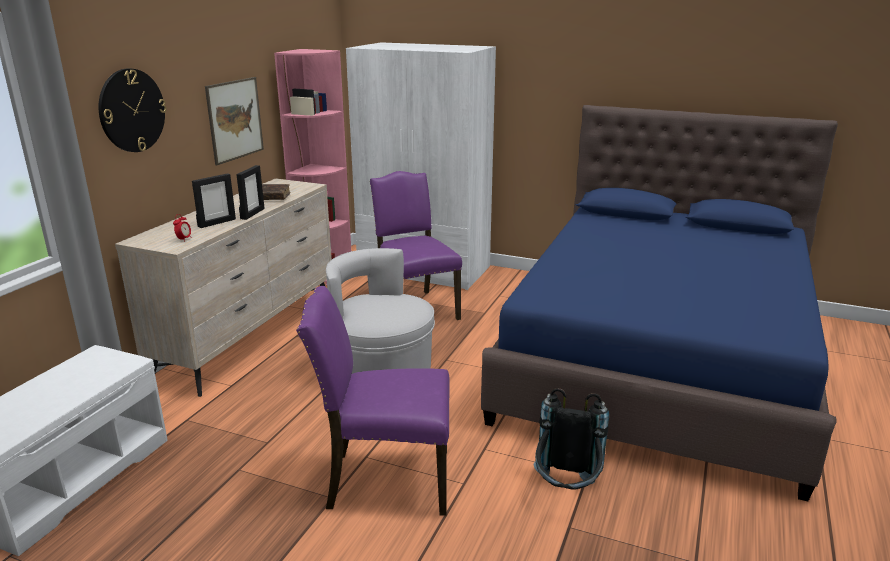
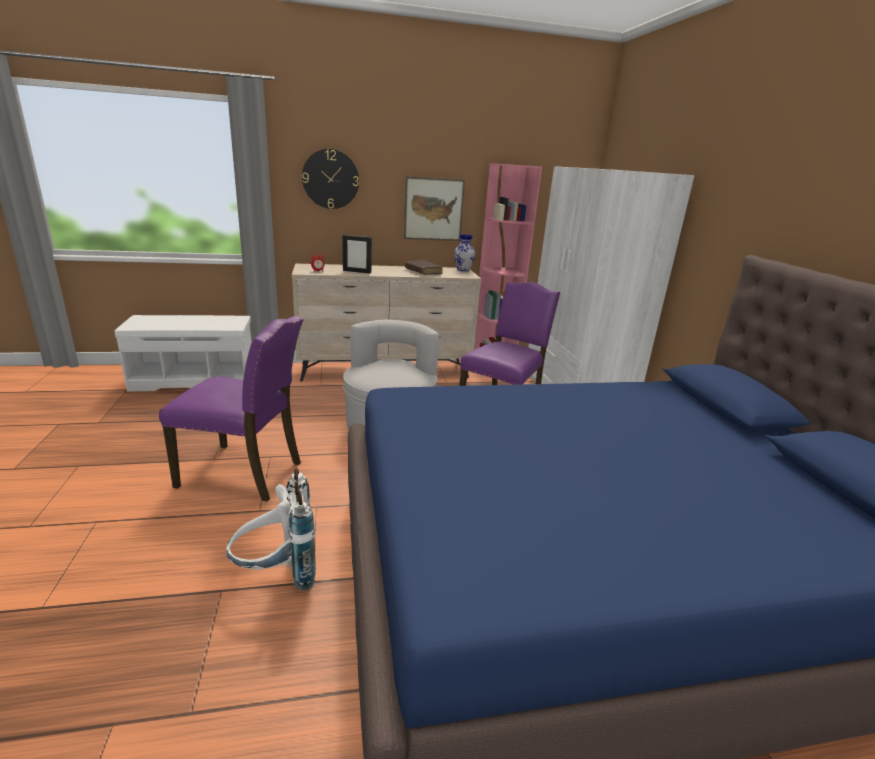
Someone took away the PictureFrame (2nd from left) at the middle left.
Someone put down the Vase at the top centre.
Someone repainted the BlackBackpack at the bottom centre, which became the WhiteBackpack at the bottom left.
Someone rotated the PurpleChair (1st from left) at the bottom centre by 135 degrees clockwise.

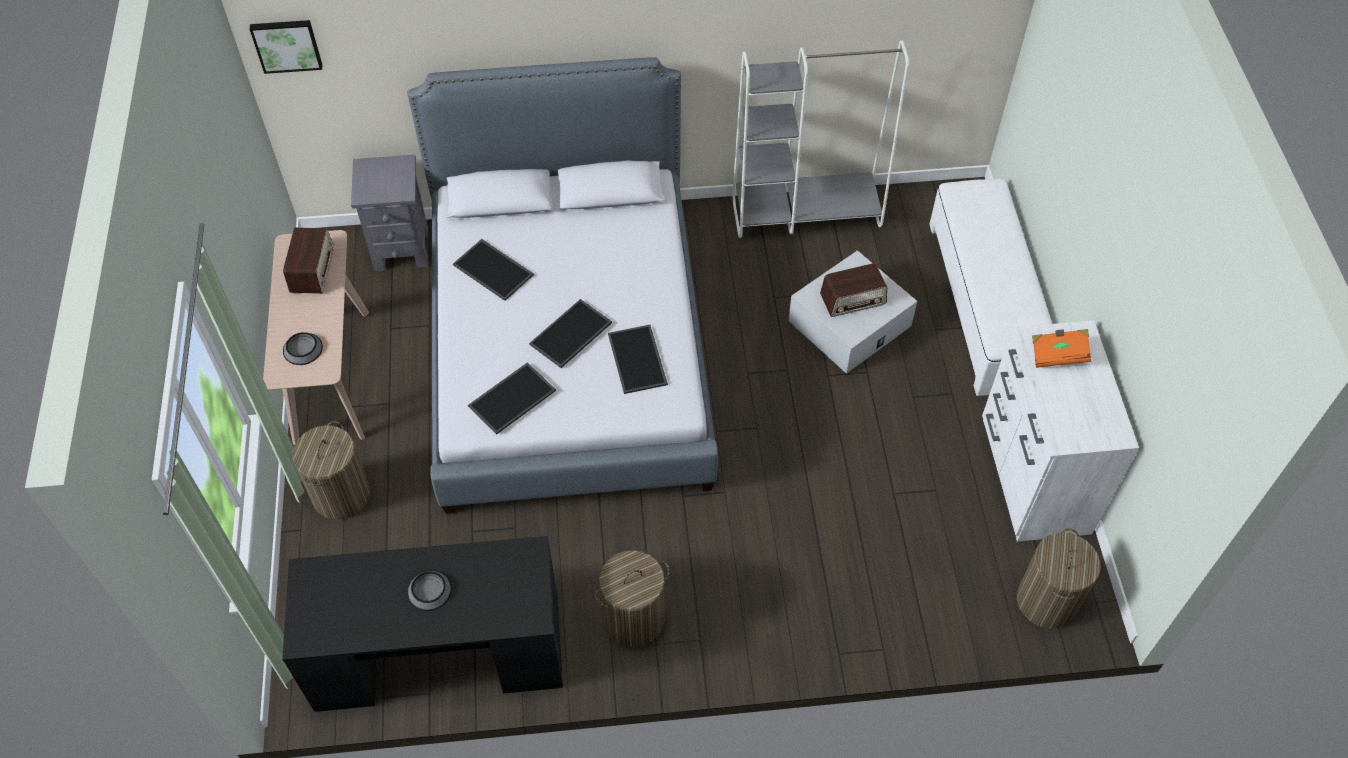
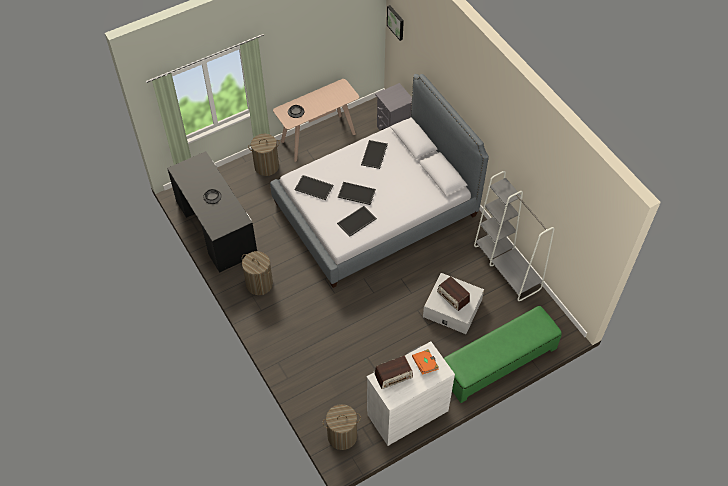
Someone carried the Radio (1st from left) from the middle left to the bottom centre.
Someone repainted the WhiteBench at the middle right, which became the GreenBench at the bottom right.

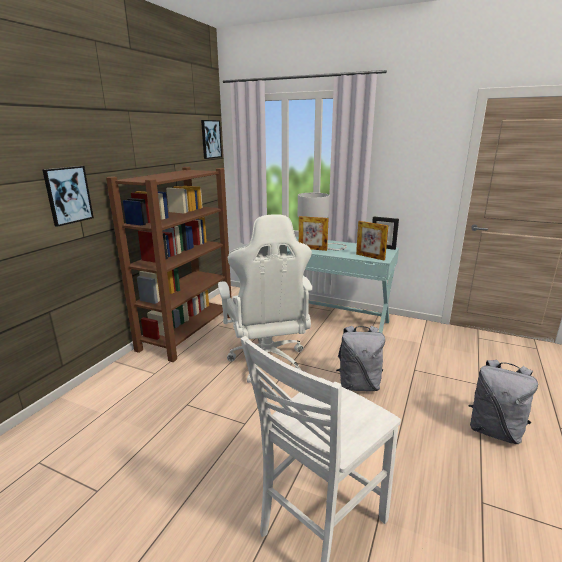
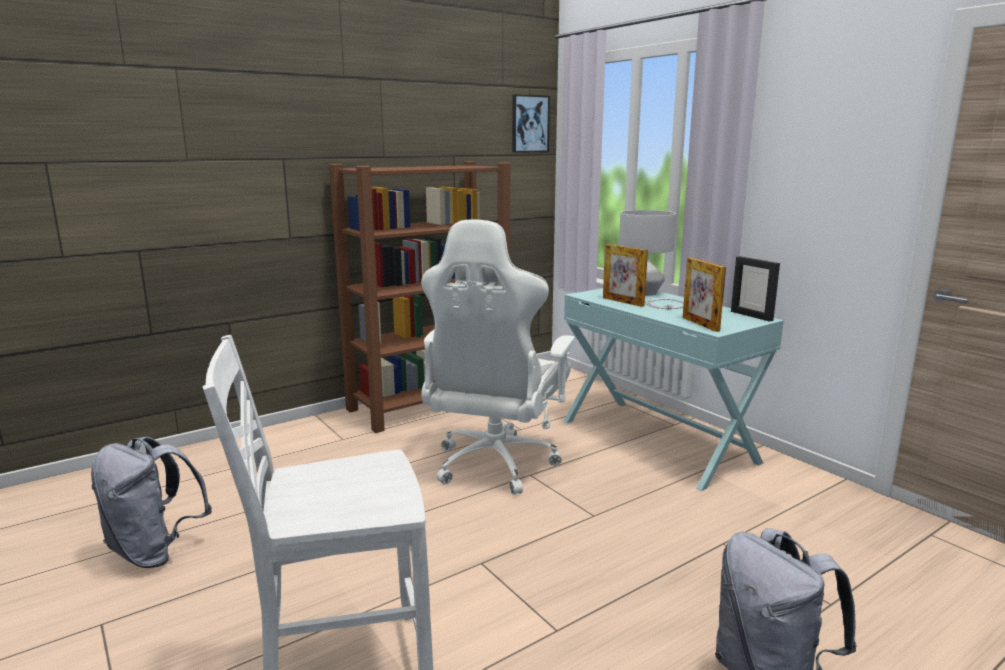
Someone took away the Picture (1st from left) at the middle left.
Someone carried the GreyBackpack (1st from left) from the centre to the bottom left.

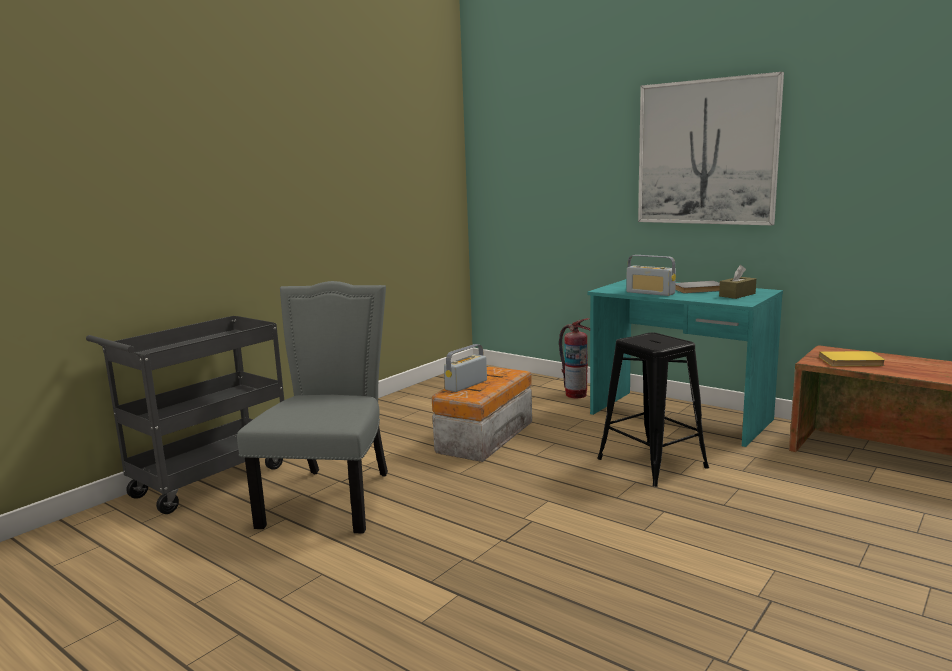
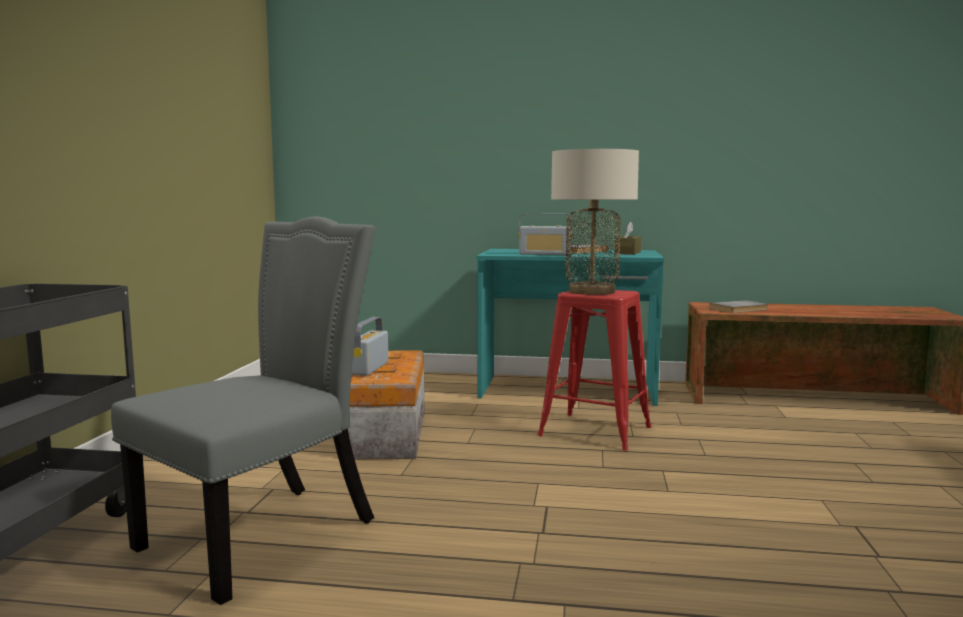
Someone took away the FireExtinguisher at the centre.
Someone took away the Picture at the top right.
Someone put down the TableLamp at the centre.
Someone repainted the BlackStool at the middle right, which became the RedStool at the centre.
Someone repainted the YellowBook at the middle right, which became the GreyBook (2nd from left) at the middle right.
Someone rotated the GreyChair at the middle left by 60 degrees clockwise.

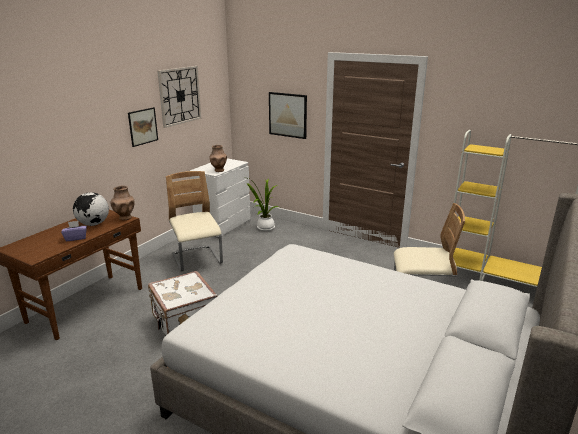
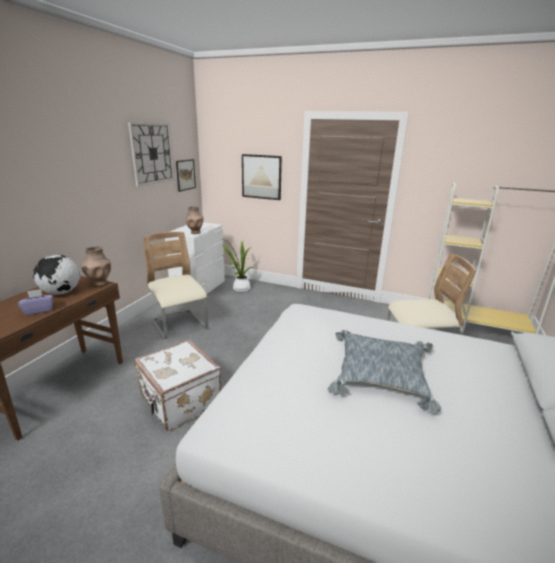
Someone put down the Pillow at the middle right.
Someone carried the Picture (1st from left) from the top left to the top centre.

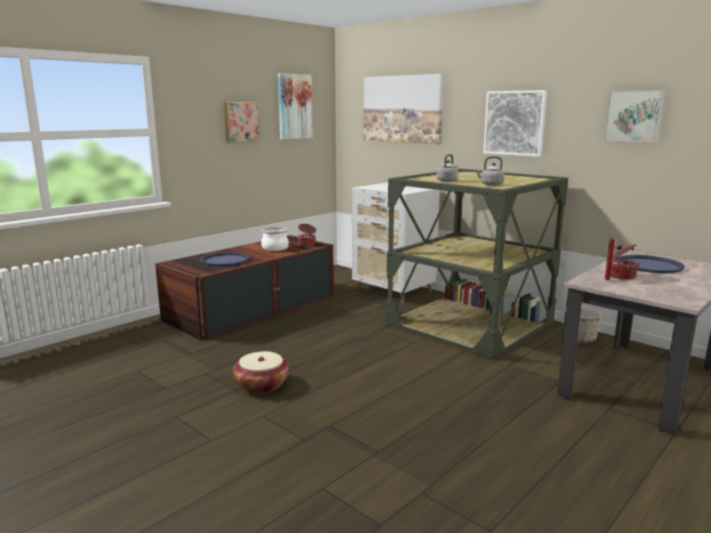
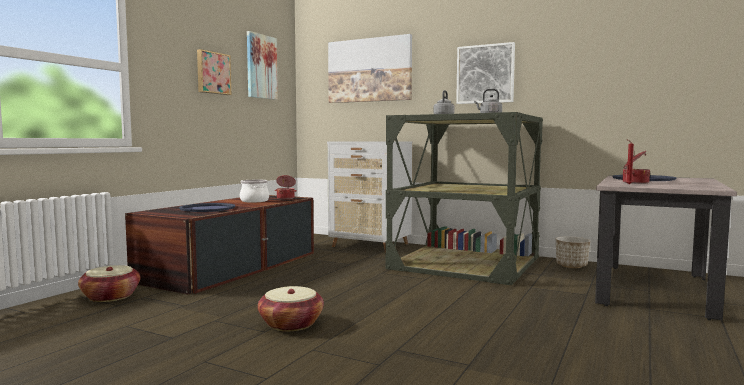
Someone took away the Picture (5th from left) at the top right.
Someone put down the Basket (1st from left) at the bottom left.

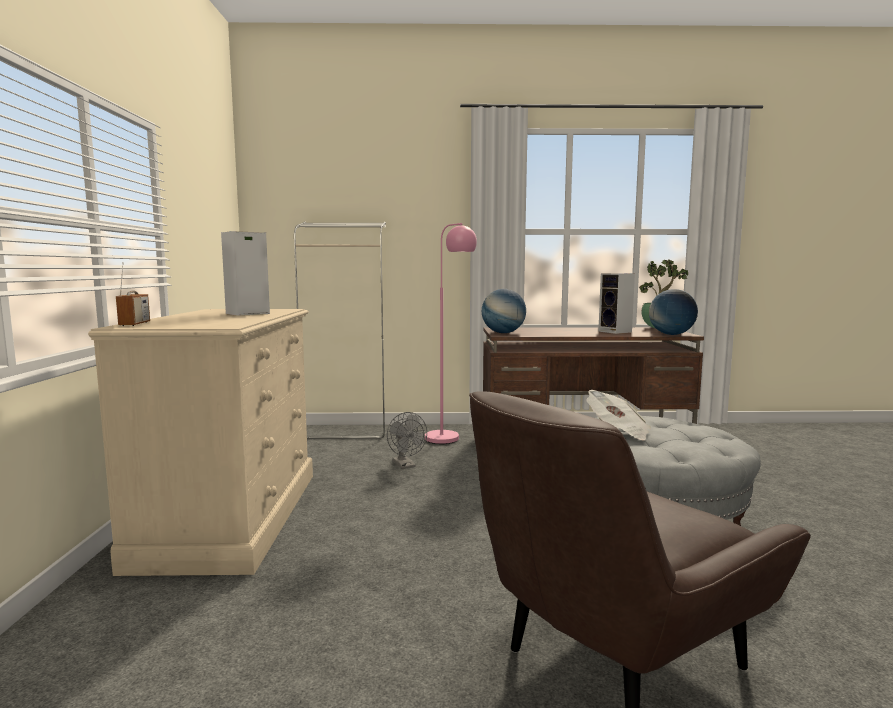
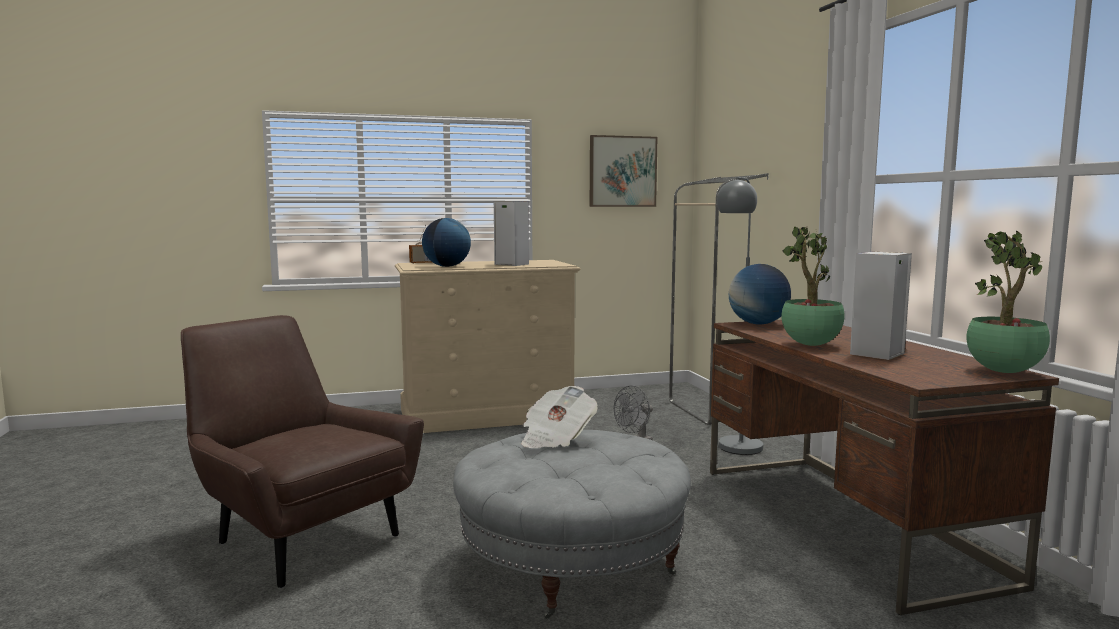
Someone put up the Picture at the top centre.
Someone put down the PottedPlant (1st from left) at the middle right.
Someone carried the Globe (2nd from left in the first image) from the middle right to the centre.
Someone repainted the PinkFloorLamp at the centre, which became the GreyFloorLamp at the centre.

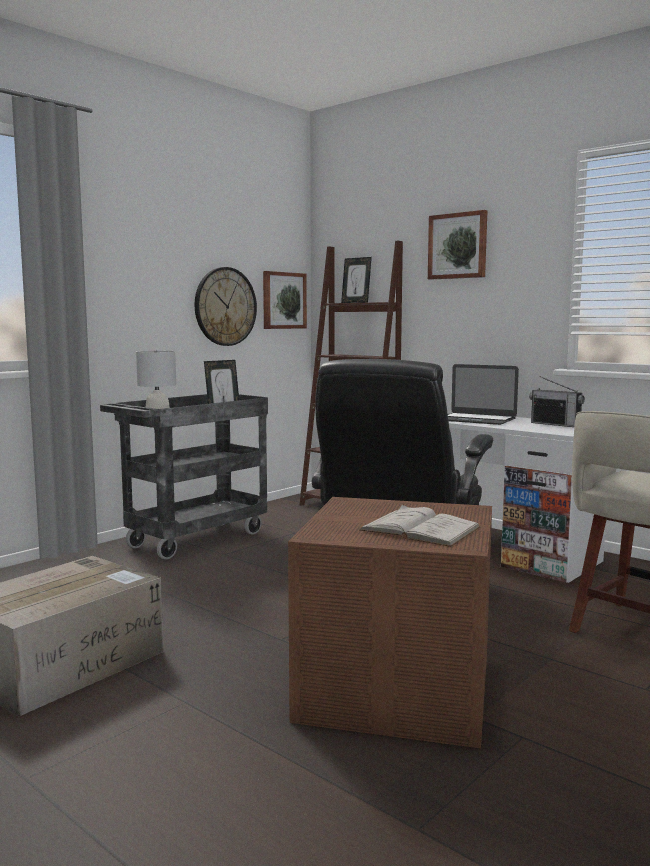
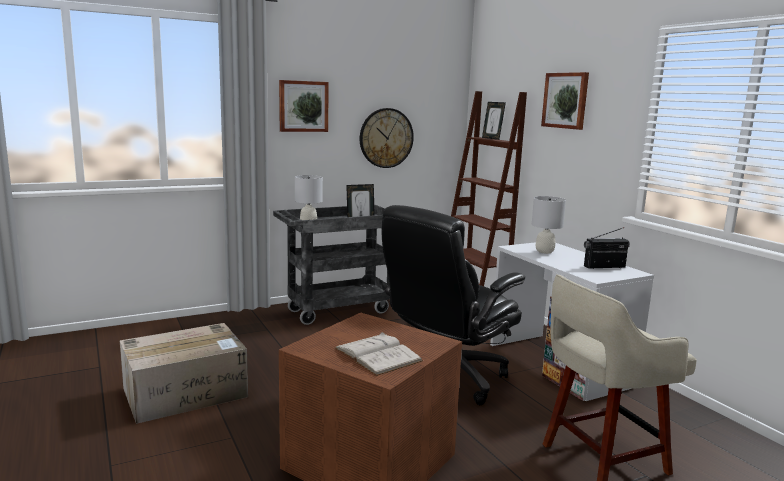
Someone carried the Picture (1st from left) from the centre to the top centre.
Someone swapped the Laptop at the middle right for the GreyTableLamp (2nd from left) at the middle right.
Someone rotated the Radio at the middle right by 105 degrees clockwise.

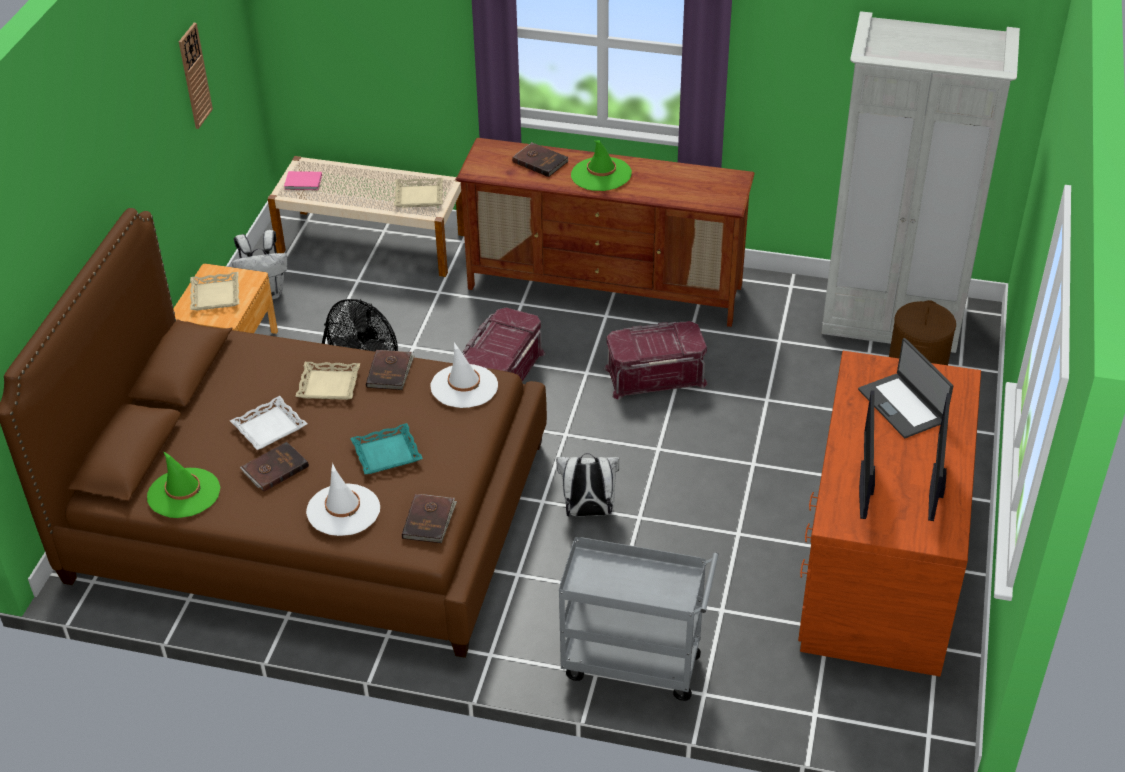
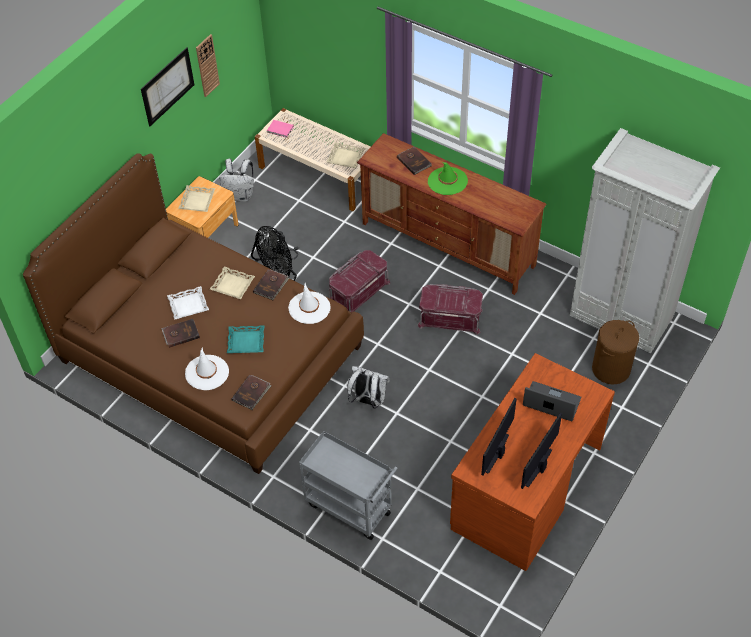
Someone took away the GreenHat (1st from left) at the middle left.
Someone put up the Picture at the top left.
Someone rotated the Laptop at the middle right by 120 degrees clockwise.

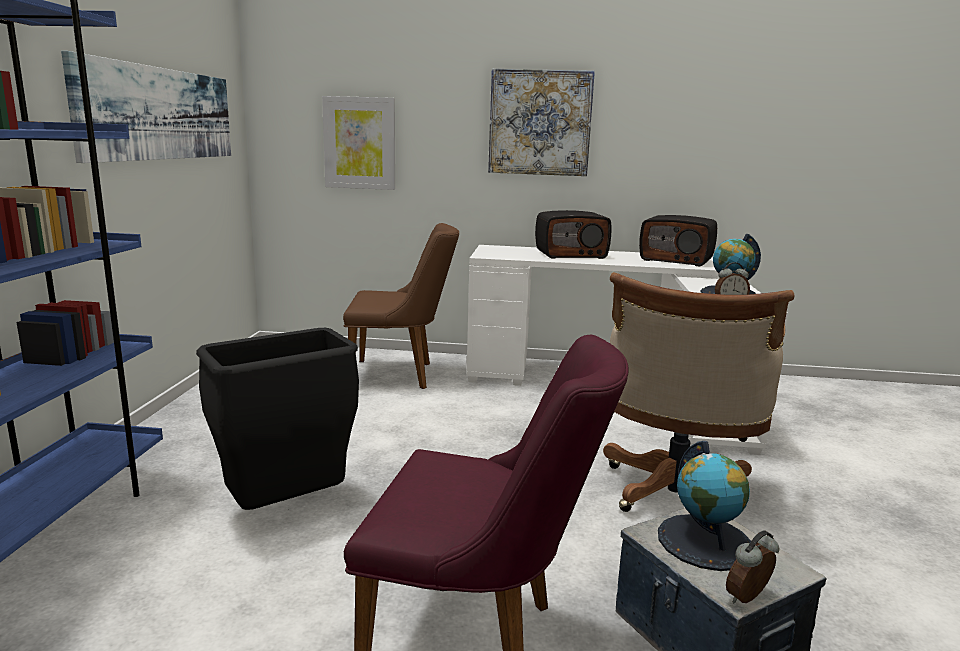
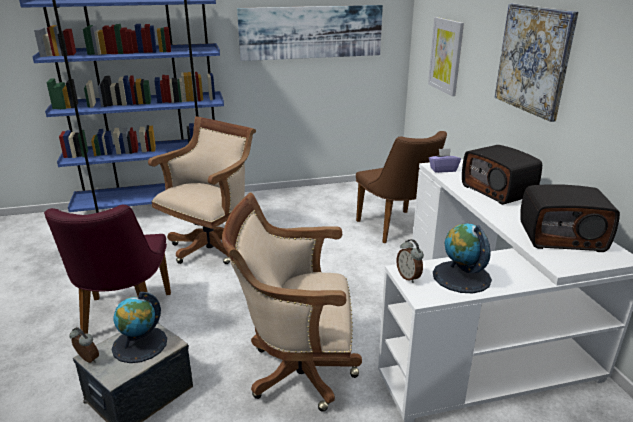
Someone put down the PurpleTissueBox at the middle right.
Someone swapped the BlackTrashCan at the middle left for the OfficeChair (1st from left) at the middle left.
Someone rotated the Radio (2nd from left) at the middle right by 90 degrees counterclockwise.

